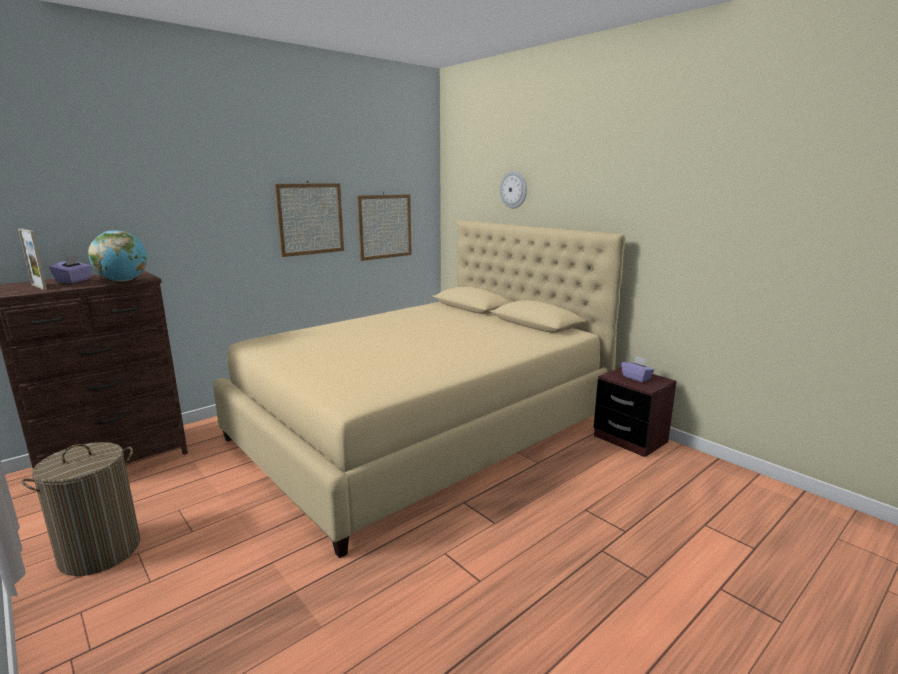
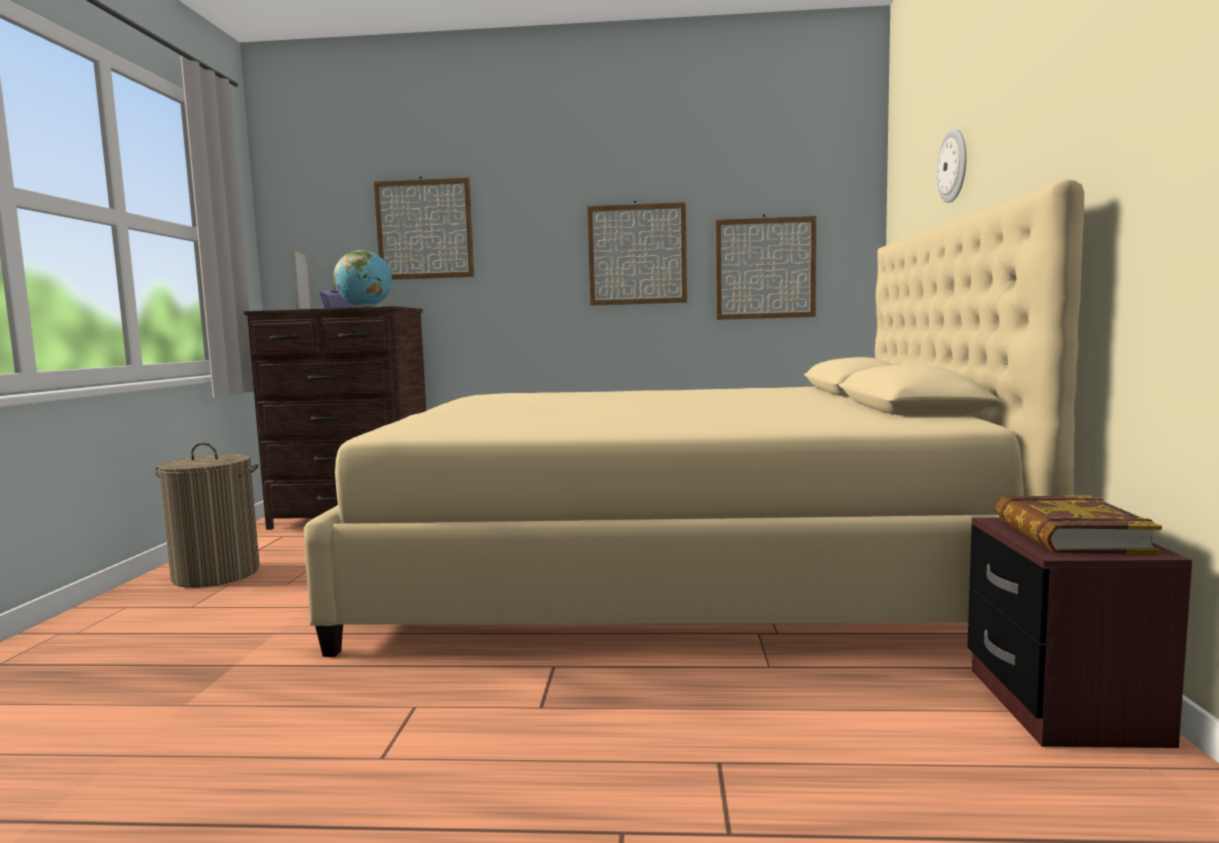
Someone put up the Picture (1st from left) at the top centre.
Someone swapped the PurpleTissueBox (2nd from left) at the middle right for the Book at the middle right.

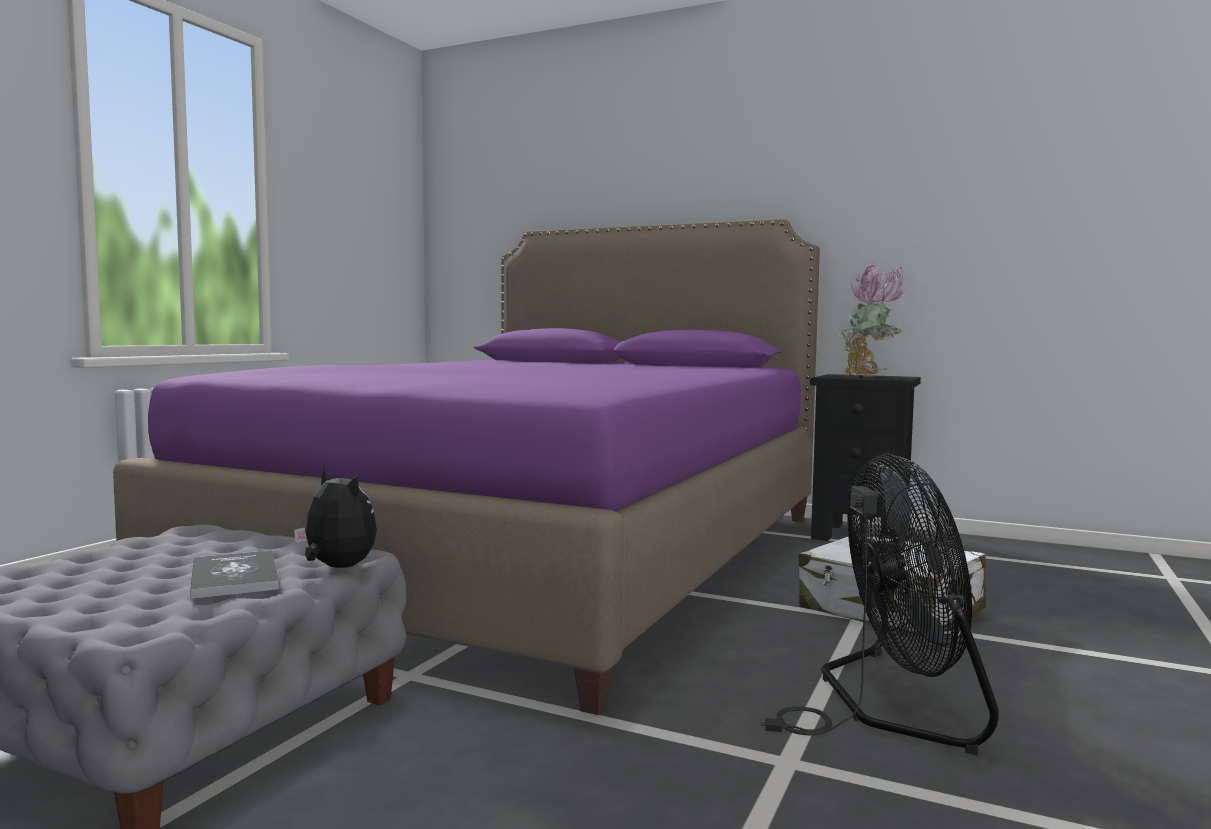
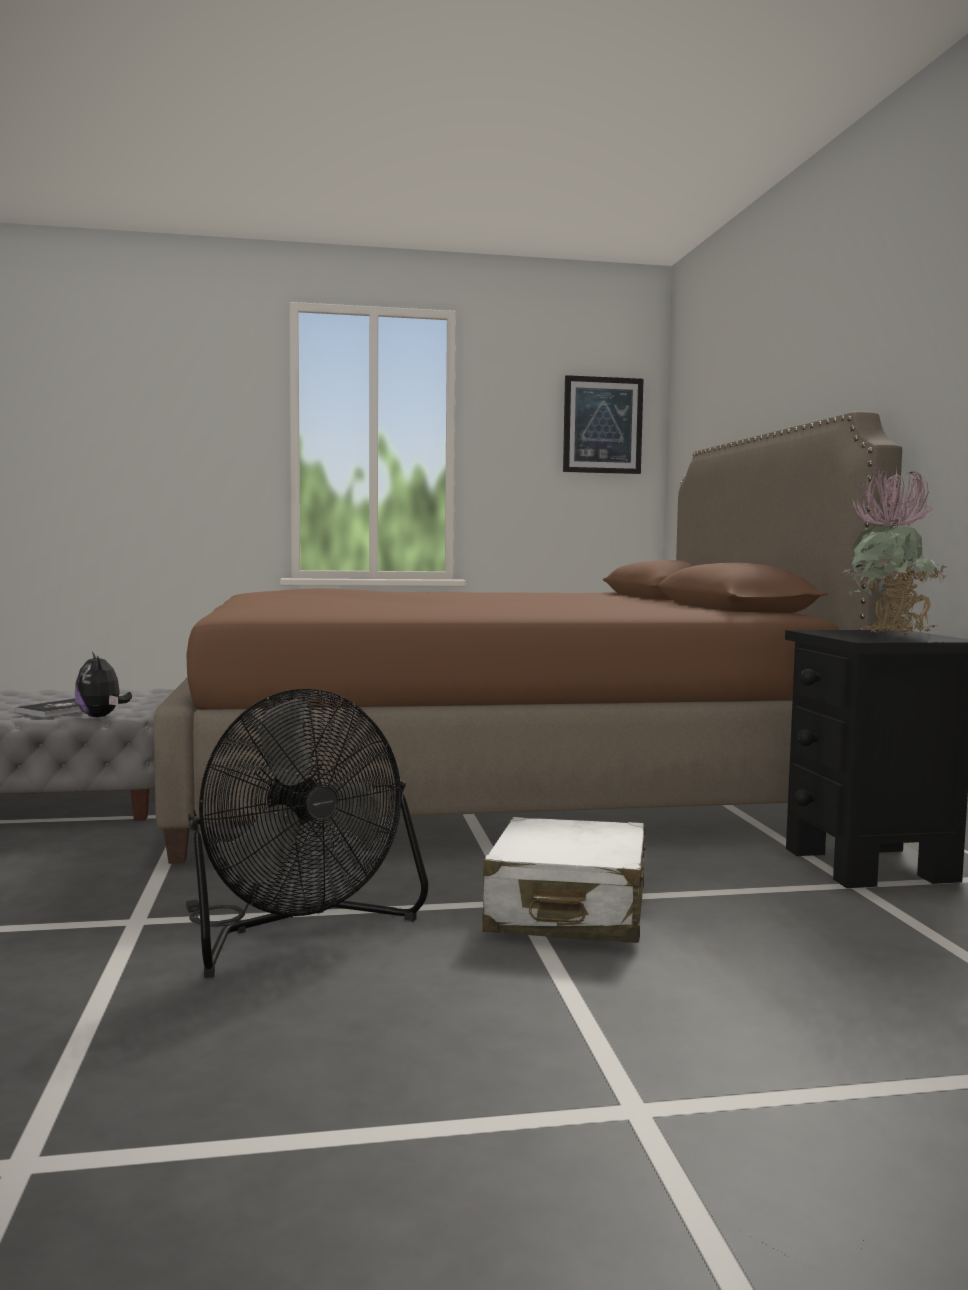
Someone put up the Picture at the top centre.
Someone repainted the PurpleBed at the centre, which became the BrownBed at the centre.
Someone rotated the PlushToy at the middle left by 150 degrees clockwise.

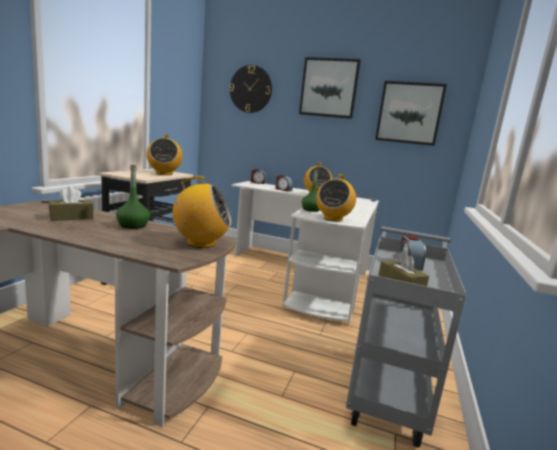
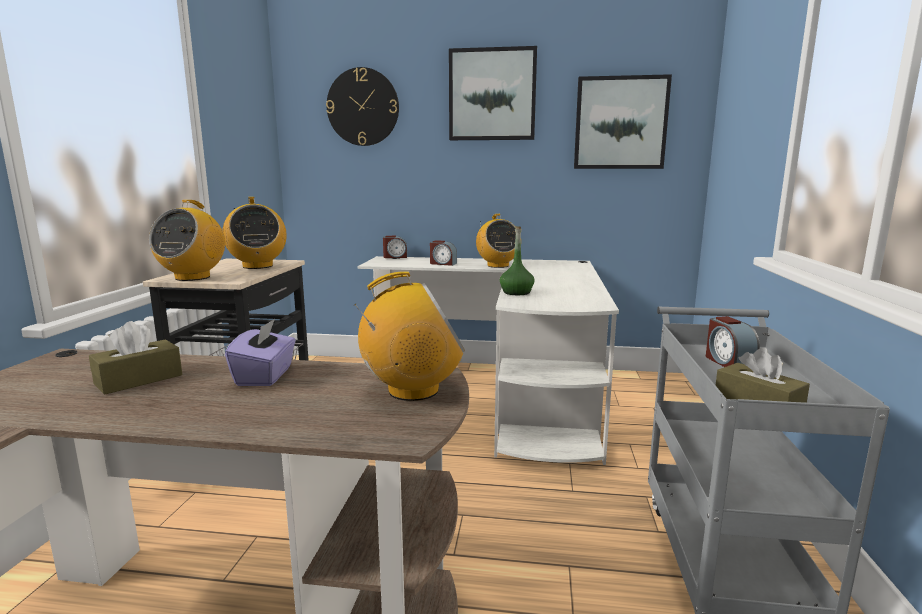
Someone carried the Radio (4th from left in the first image) from the centre to the middle left.
Someone swapped the GreenBottle (1st from left) at the middle left for the PurpleTissueBox at the middle left.

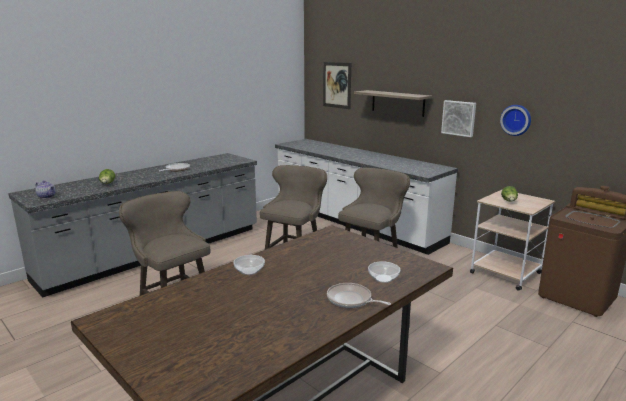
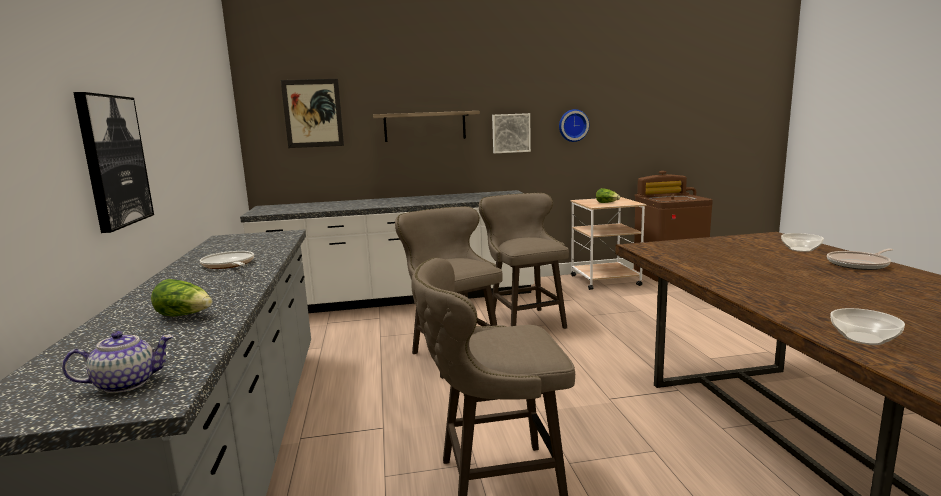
Someone put up the Picture (1st from left) at the top left.
Someone carried the Bowl (1st from left in the first image) from the centre to the middle right.

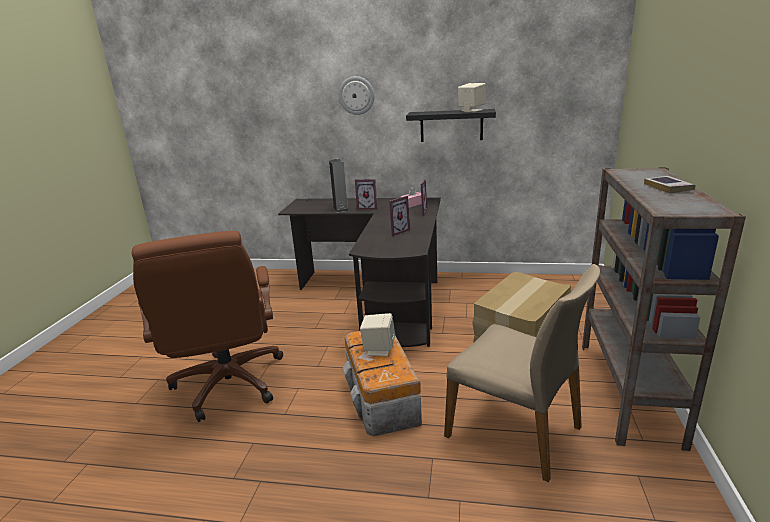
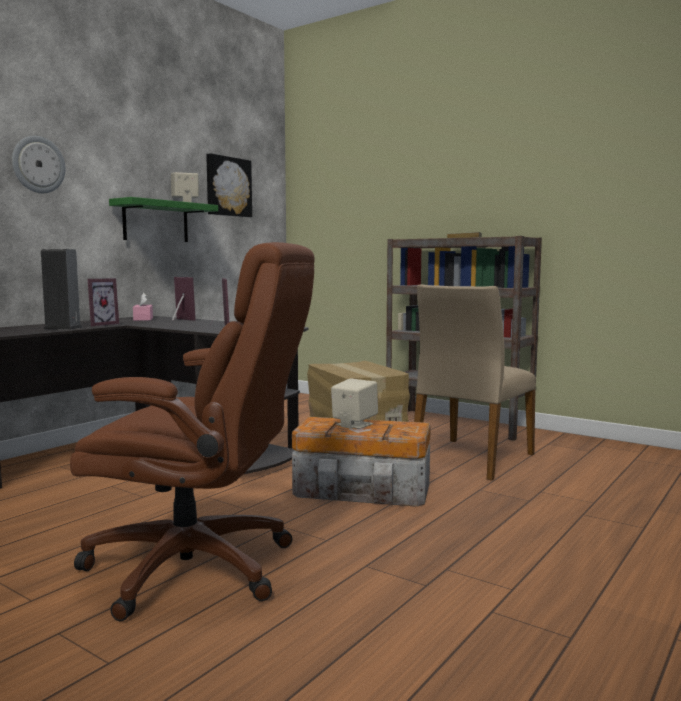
Someone put up the Picture at the top centre.
Someone repainted the BlackShelf at the top centre, which became the GreenShelf at the top left.
Someone rotated the BeigeChair at the bottom right by 150 degrees clockwise.

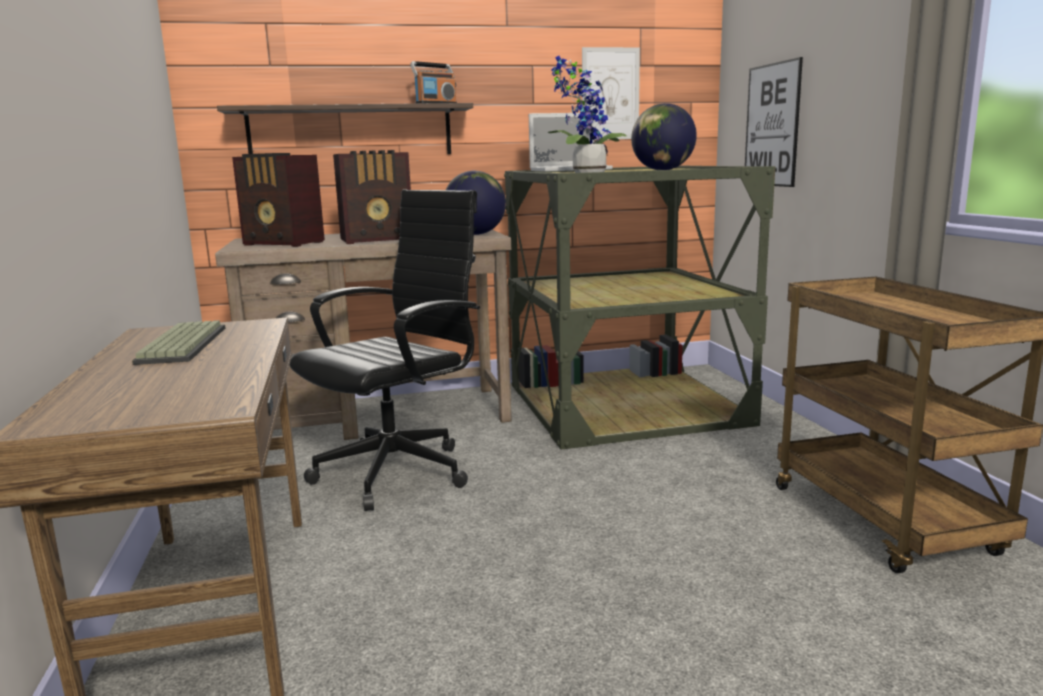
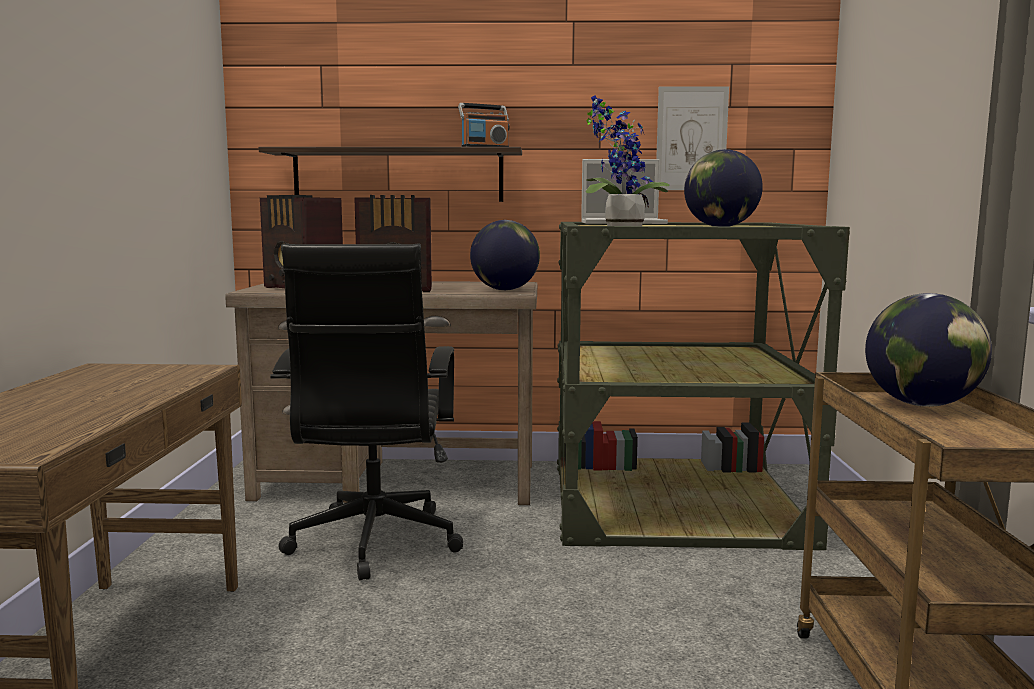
Someone took away the Keyboard at the middle left.
Someone took away the Picture (2nd from left) at the top right.
Someone put down the Globe (3rd from left) at the middle right.
Someone rotated the BlackOfficeChair at the centre by 120 degrees clockwise.

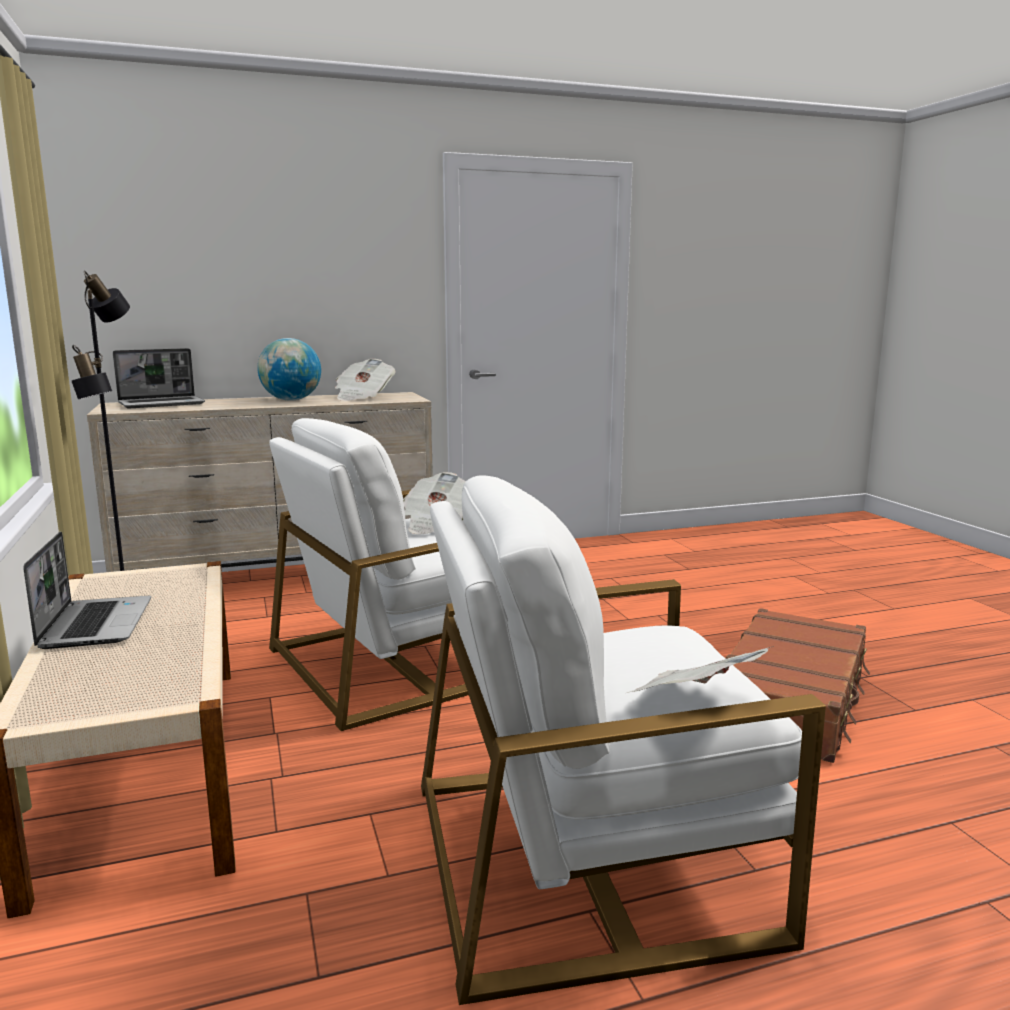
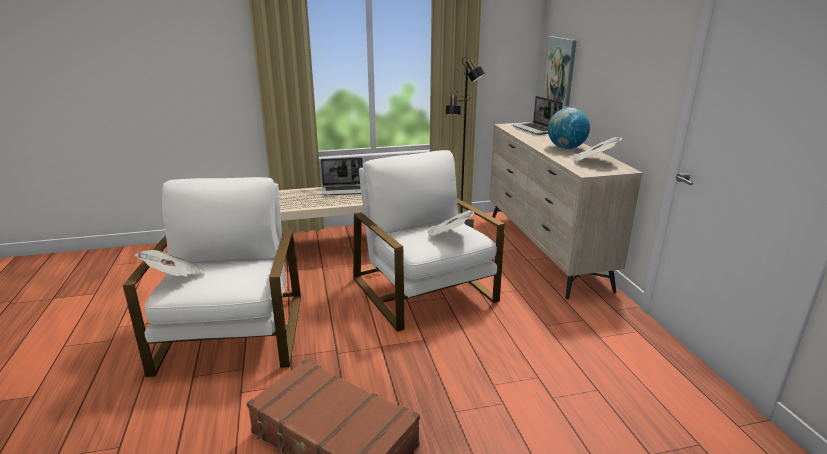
Someone put up the Picture at the top right.

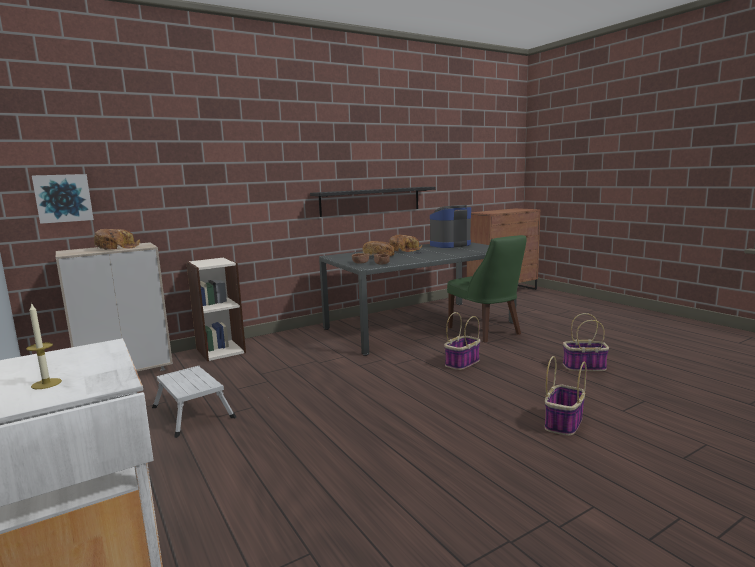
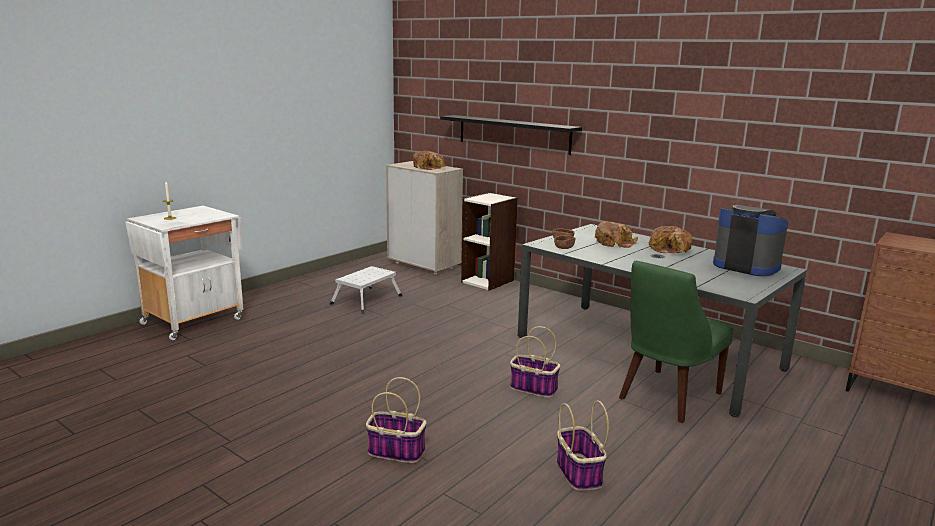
Someone took away the Picture at the middle left.
Someone carried the BlackShelf from the centre to the top centre.

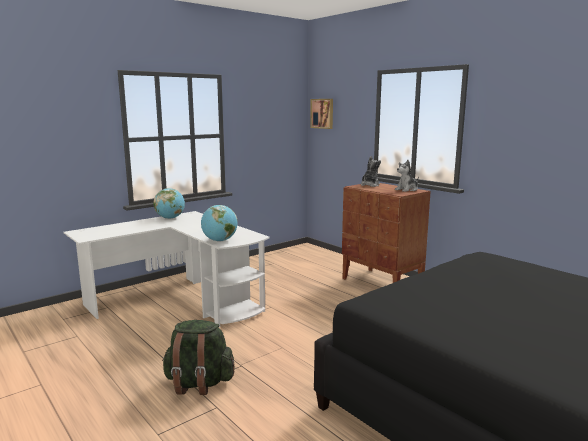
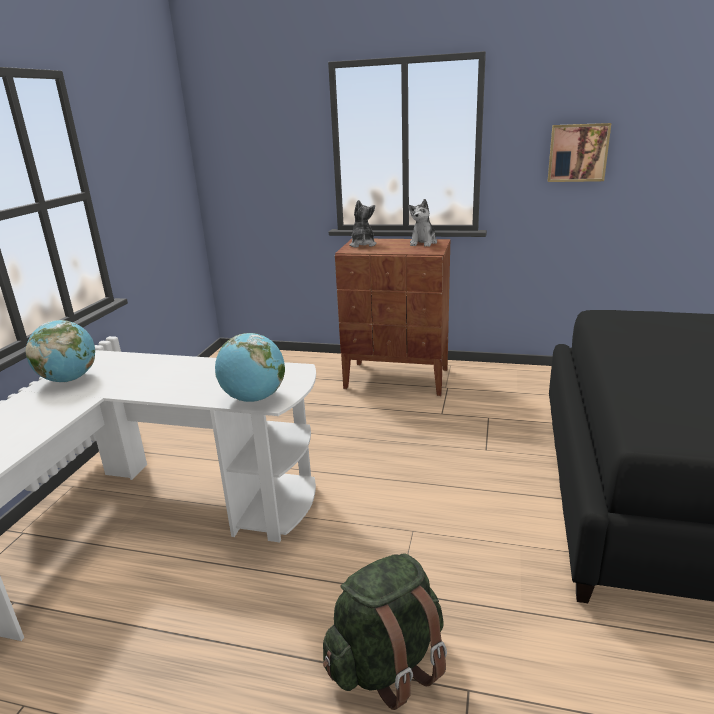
Someone carried the Picture from the top centre to the top right.

